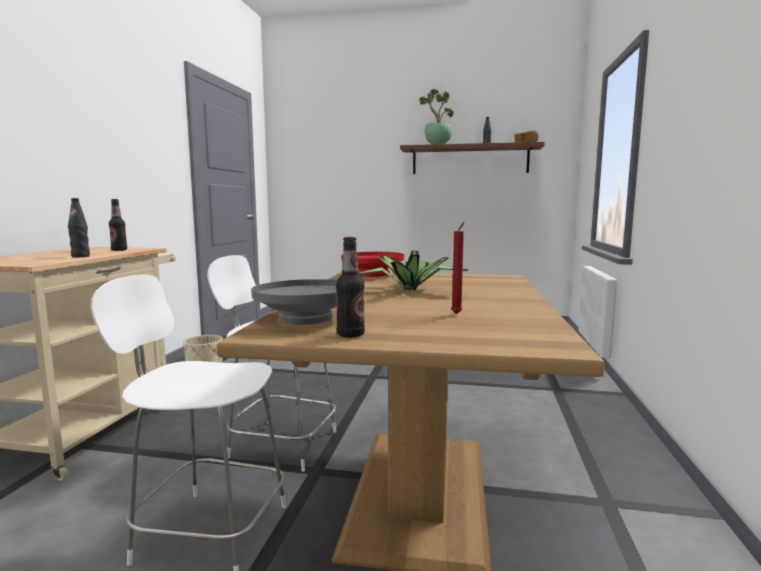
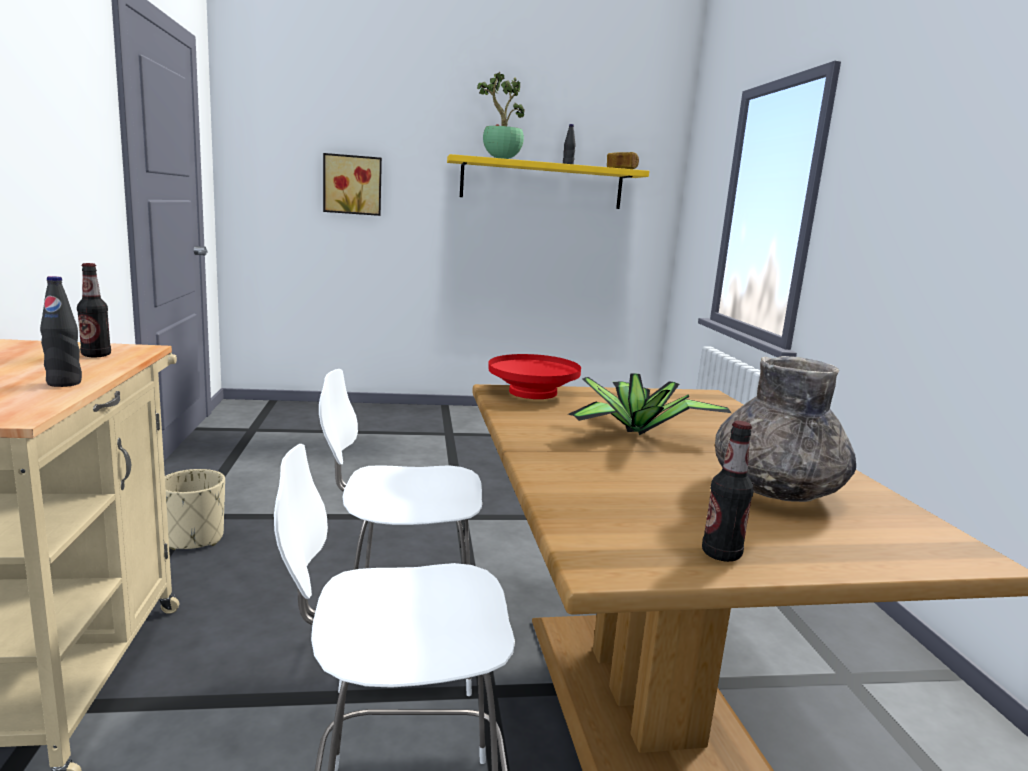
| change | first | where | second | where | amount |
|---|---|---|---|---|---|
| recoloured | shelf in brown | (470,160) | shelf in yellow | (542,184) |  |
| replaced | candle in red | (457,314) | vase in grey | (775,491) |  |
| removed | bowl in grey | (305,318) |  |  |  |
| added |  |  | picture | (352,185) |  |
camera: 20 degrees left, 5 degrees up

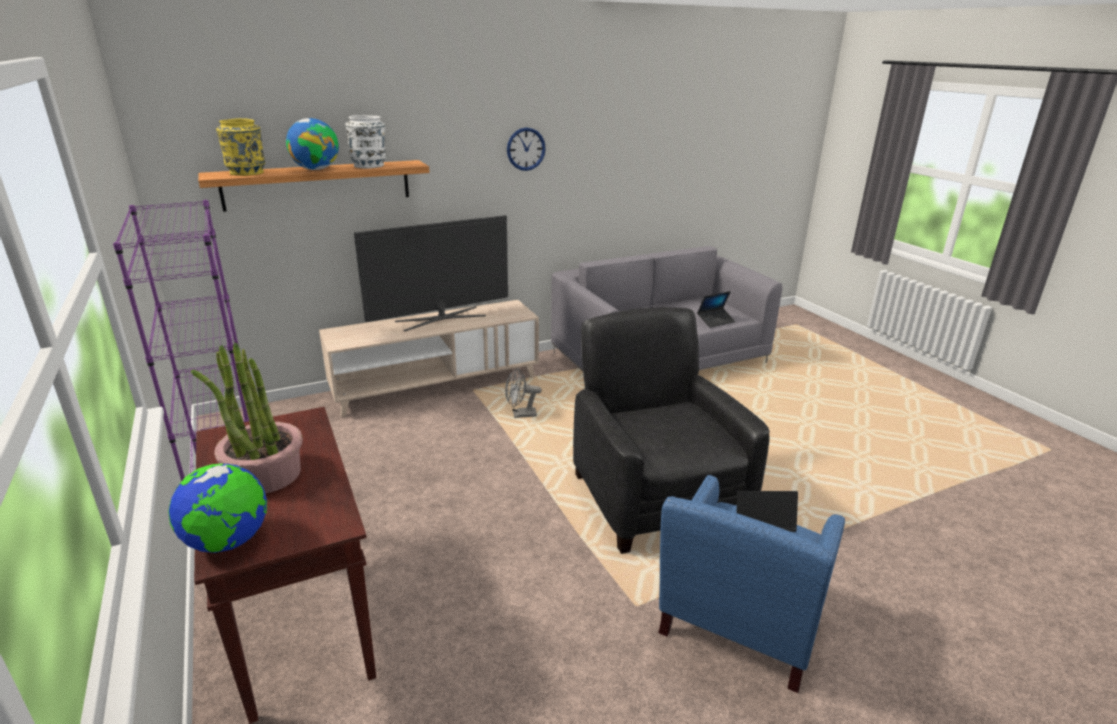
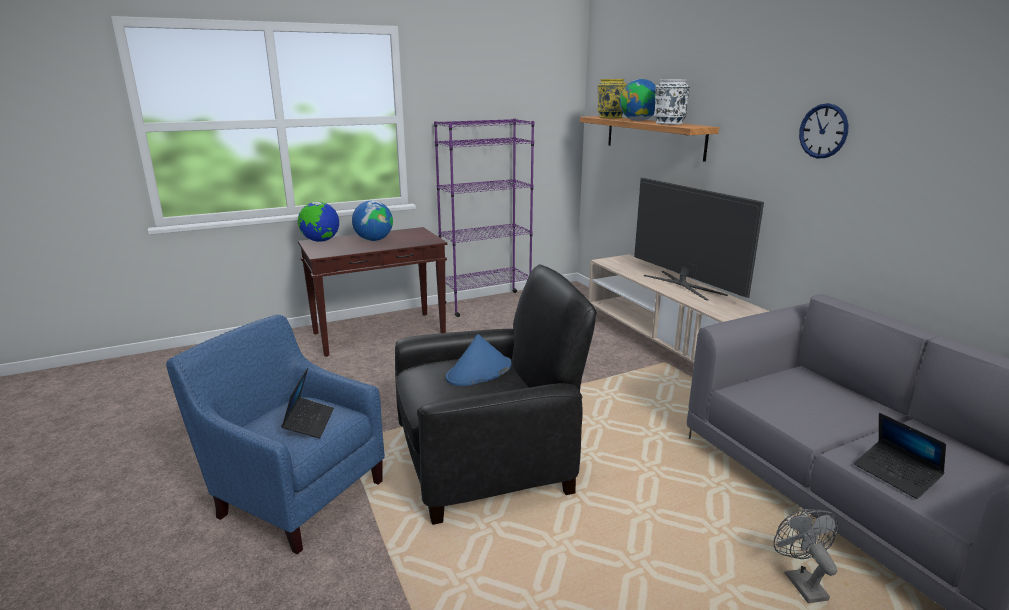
| change | first | where | second | where | amount |
|---|---|---|---|---|---|
| replaced | potted plant | (265,475) | globe | (373,240) |  |
| moved | fan in grey | (520,414) |  | (800,581) |  |
| added |  |  | hat in blue | (479,372) |  |
camera: 90 degrees right, 5 degrees down

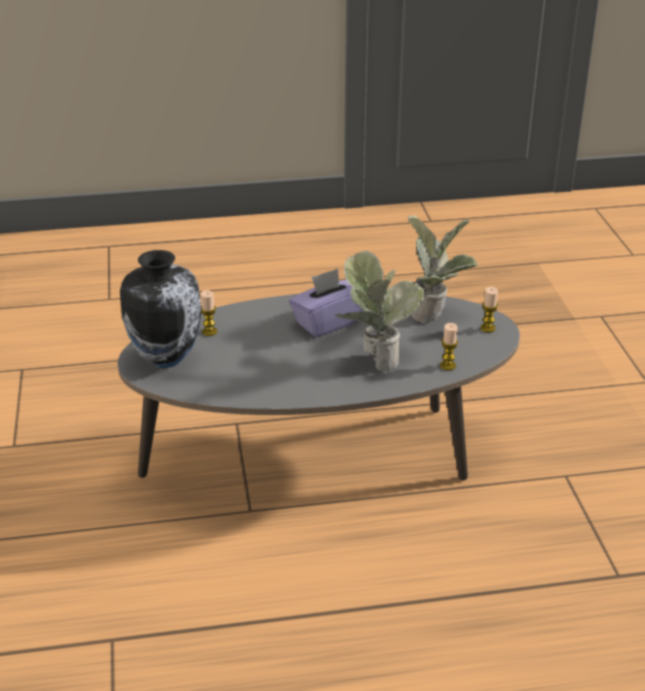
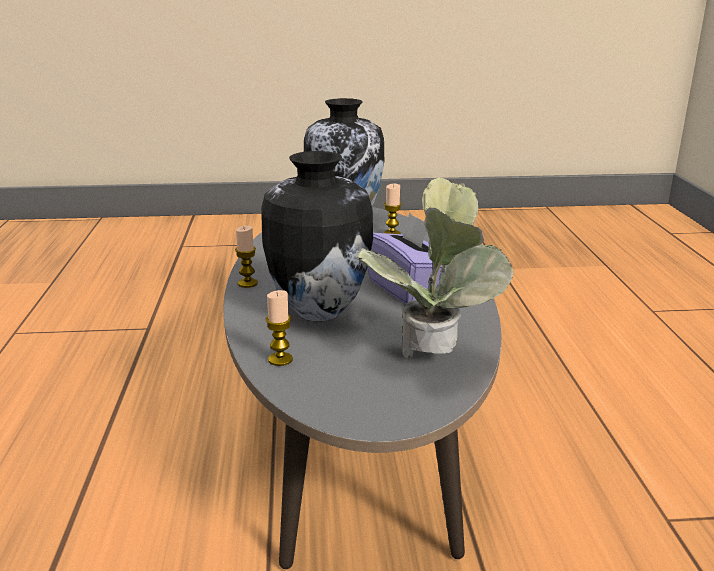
| change | first | where | second | where | amount |
|---|---|---|---|---|---|
| replaced | potted plant | (374,357) | vase | (317,311) |  |
| moved | candle | (487,328) |  | (247,283) |  |
camera: 95 degrees right, 10 degrees down

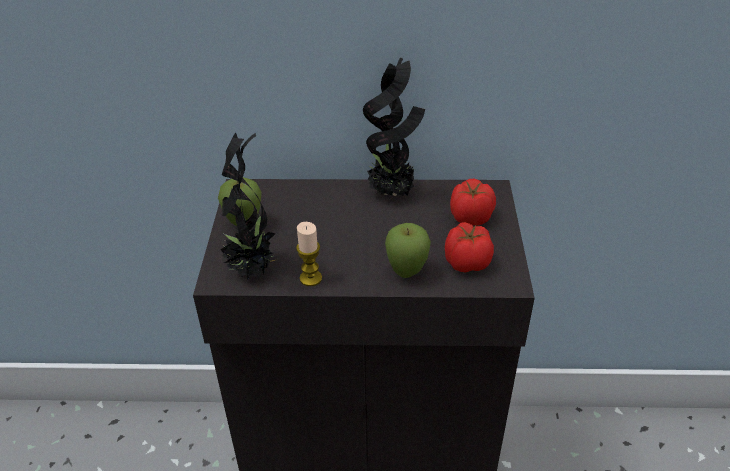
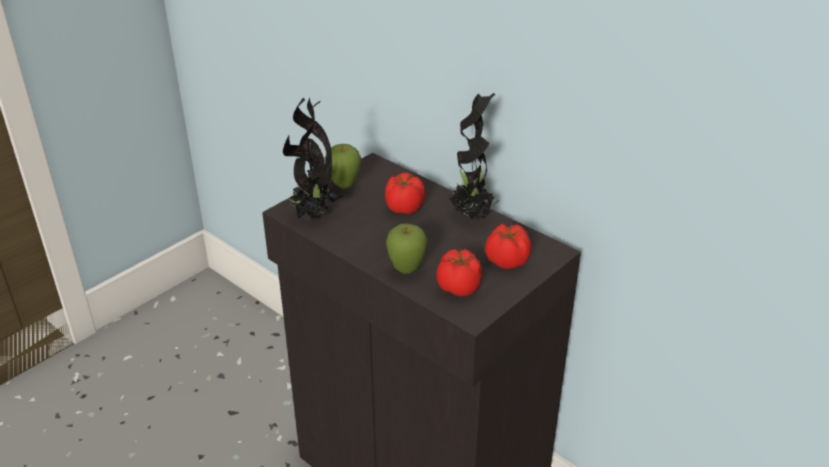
| change | first | where | second | where | amount |
|---|---|---|---|---|---|
| removed | candle | (310,278) |  |  |  |
| added |  |  | tomato | (403,208) |  |
camera: 40 degrees right, 5 degrees down

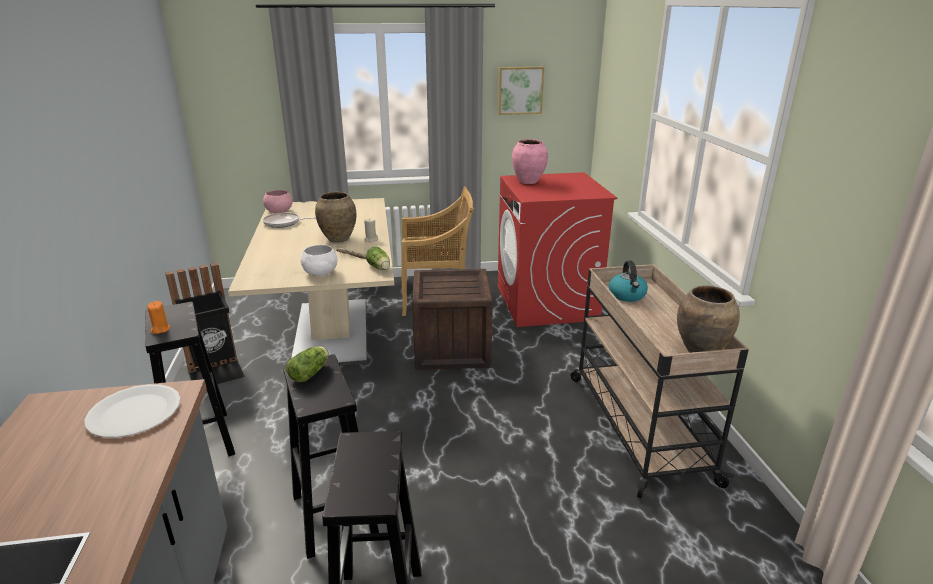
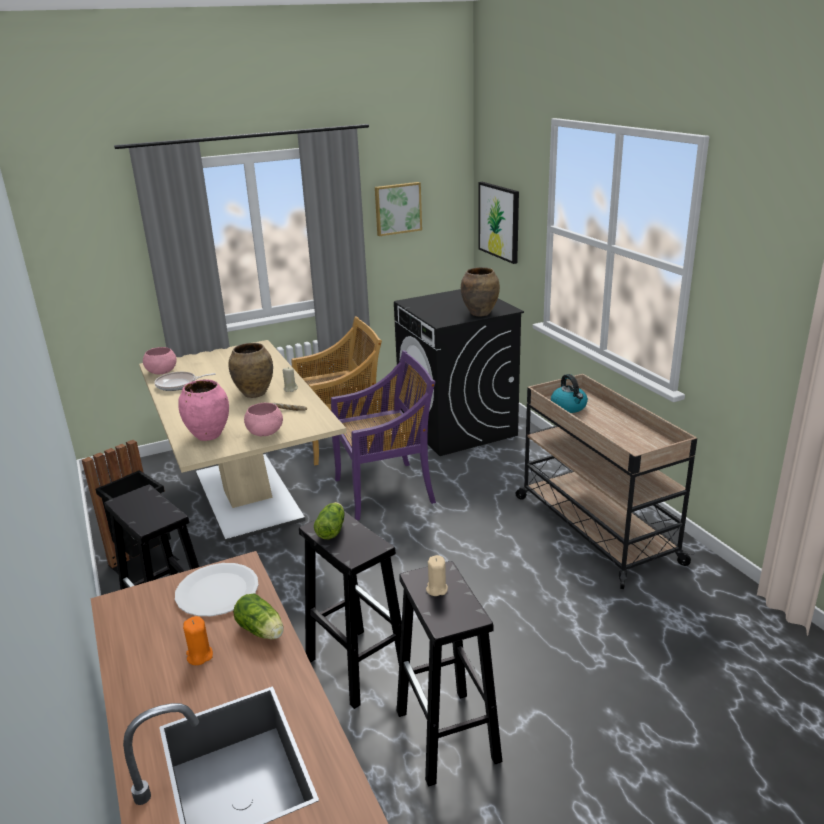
| change | first | where | second | where | amount |
|---|---|---|---|---|---|
| moved | vase in pink | (528,182) |  | (208,435) |  |
| recoloured | washing machine in red | (546,303) | washing machine in black | (457,427) |  |
| recoloured | bowl in white | (320,273) | bowl in pink | (264,433) |  |
| moved | lettuce | (379,268) |  | (262,631) |  |
| replaced | crate | (452,349) | chair in purple | (386,490) |  |
| moved | vase in brown | (701,351) |  | (480,313) |  |
| moved | candle in orange | (160,329) |  | (199,655) |  |
| added |  |  | picture | (499,221) |  |
| added |  |  | candle in beige | (436,589) |  |
camera: 15 degrees left, 0 degrees up

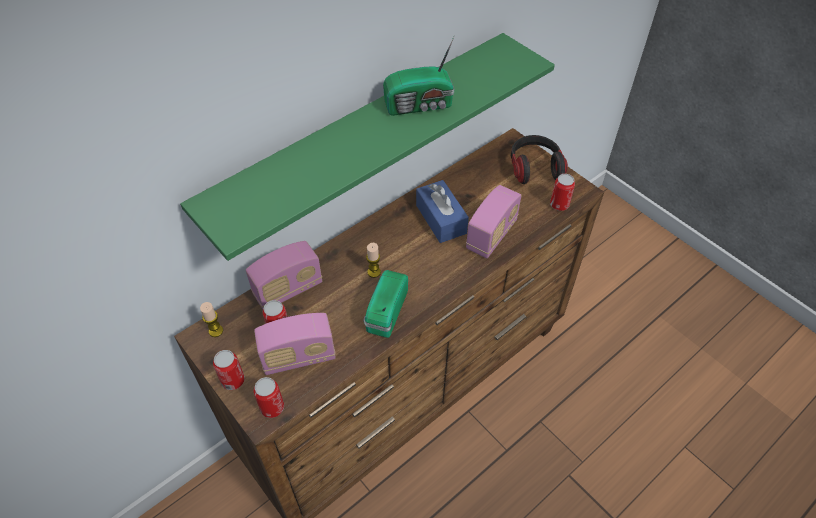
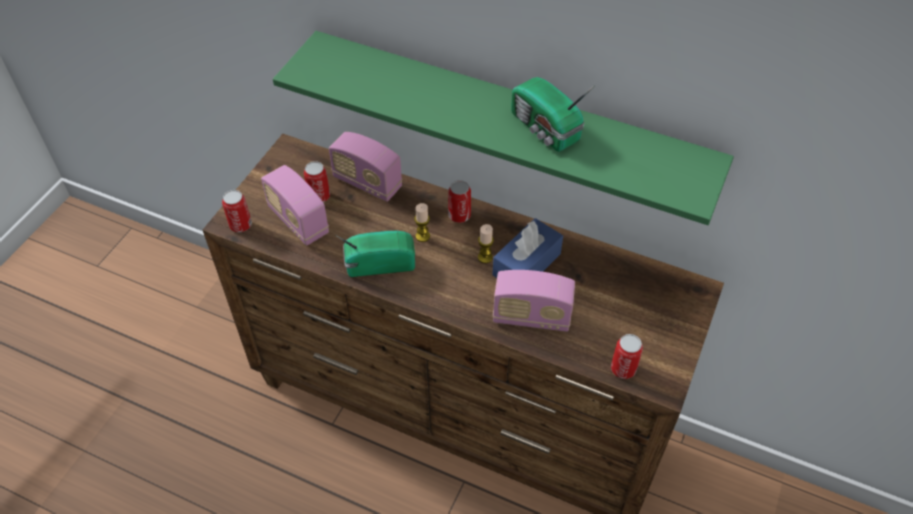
| change | first | where | second | where | amount |
|---|---|---|---|---|---|
| removed | headphones | (534,168) |  |  |  |
| moved | candle | (216,331) |  | (485,257) |  |
| moved | can | (233,380) |  | (459,215) |  |
camera: 65 degrees right, 0 degrees up

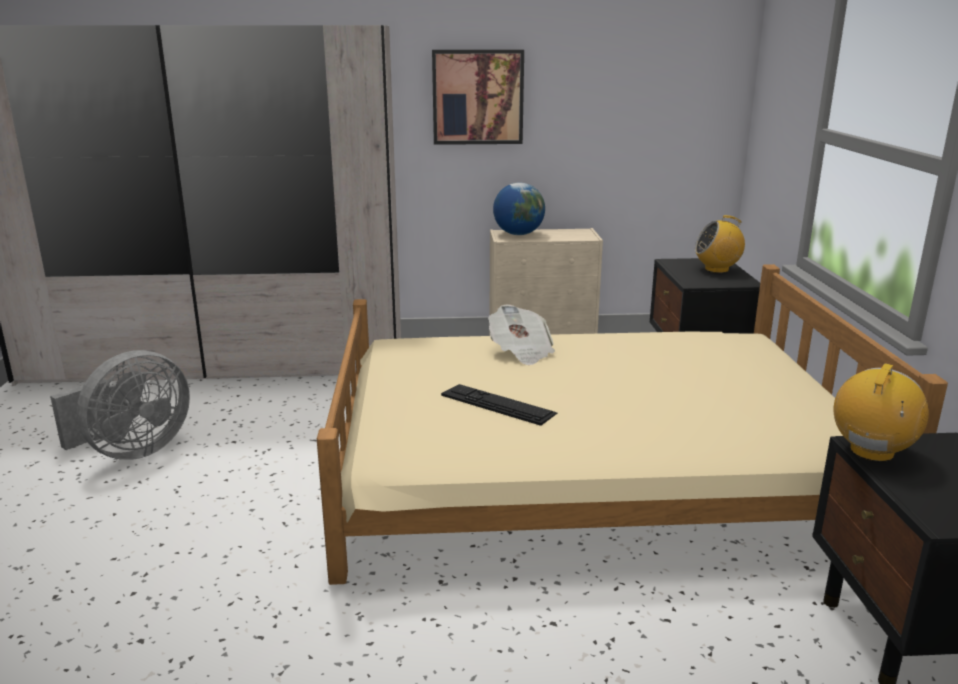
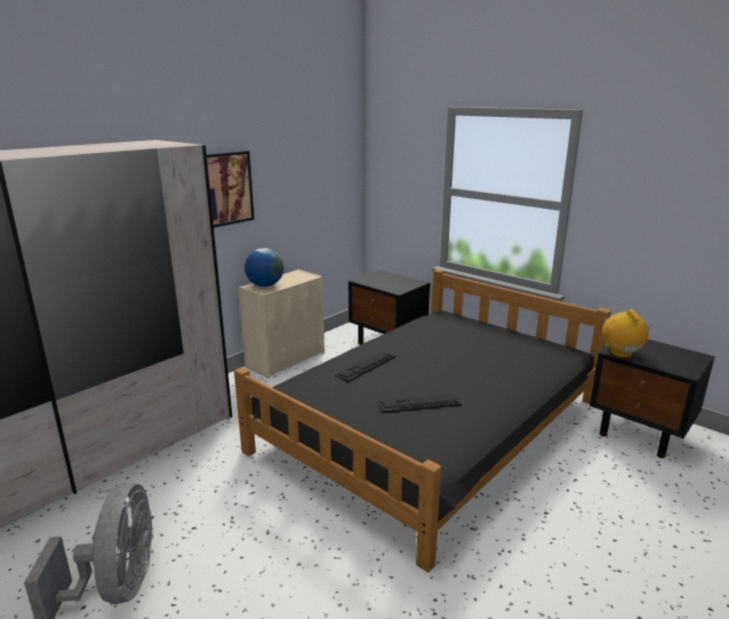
| change | first | where | second | where | amount |
|---|---|---|---|---|---|
| removed | radio | (717,269) |  |  |  |
| recoloured | bed in beige | (584,471) | bed in black | (431,426) |  |
| replaced | newspaper | (521,352) | keyboard | (366,366) |  |
camera: 45 degrees left, 0 degrees up

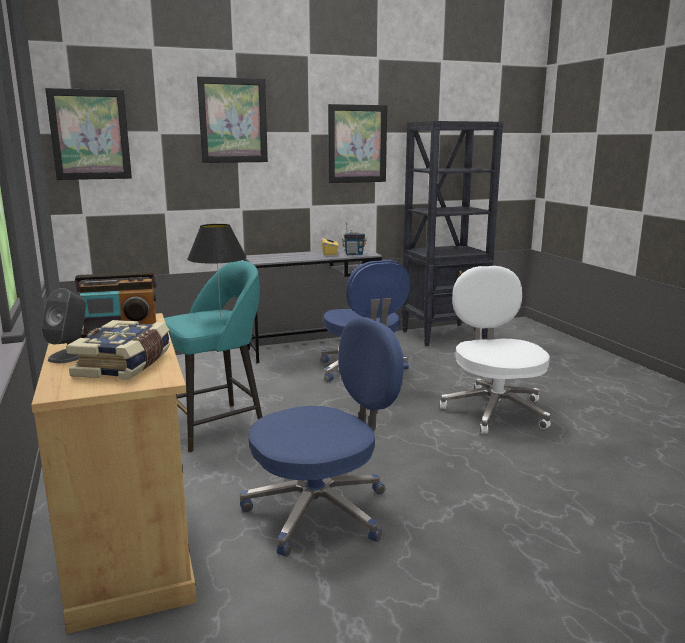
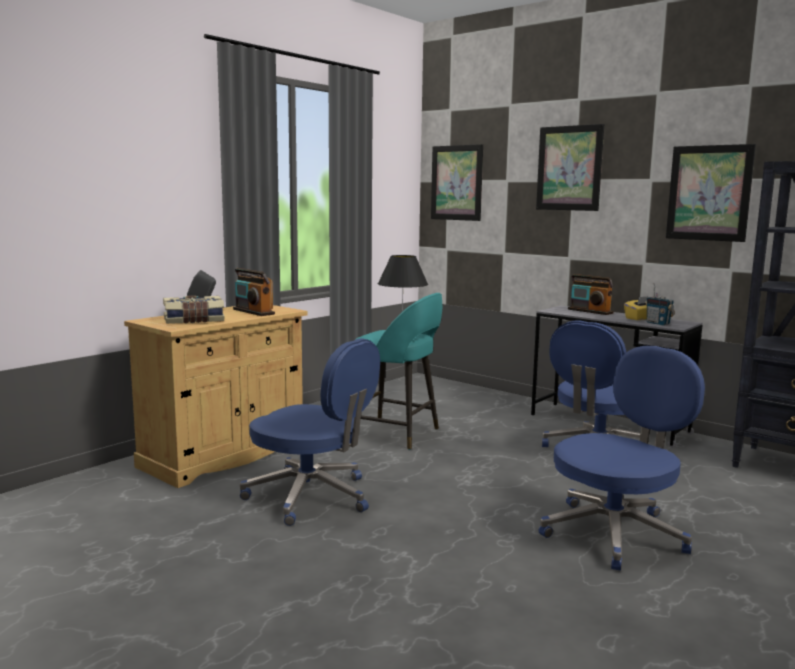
| change | first | where | second | where | amount |
|---|---|---|---|---|---|
| recoloured | office chair in white | (494,410) | office chair in blue | (615,533) |  |
| added |  |  | radio | (590,311) |  |
camera: 60 degrees right, 5 degrees down

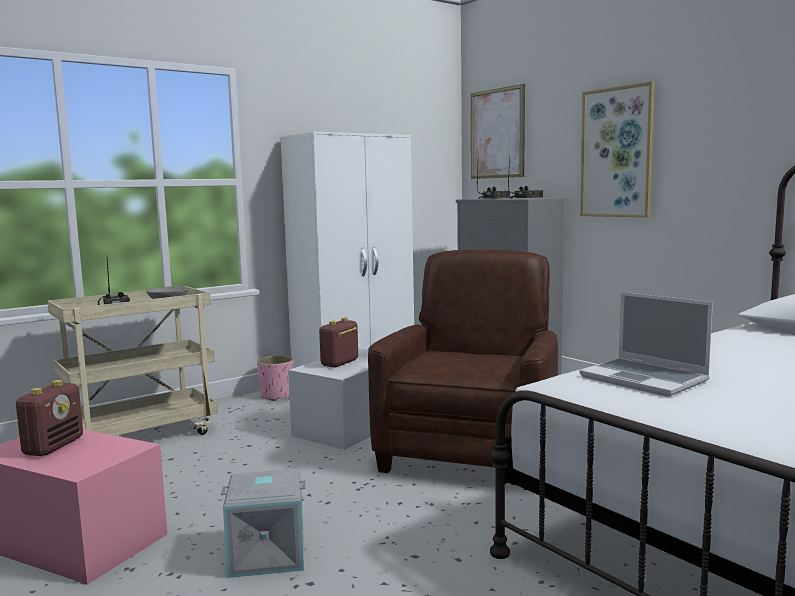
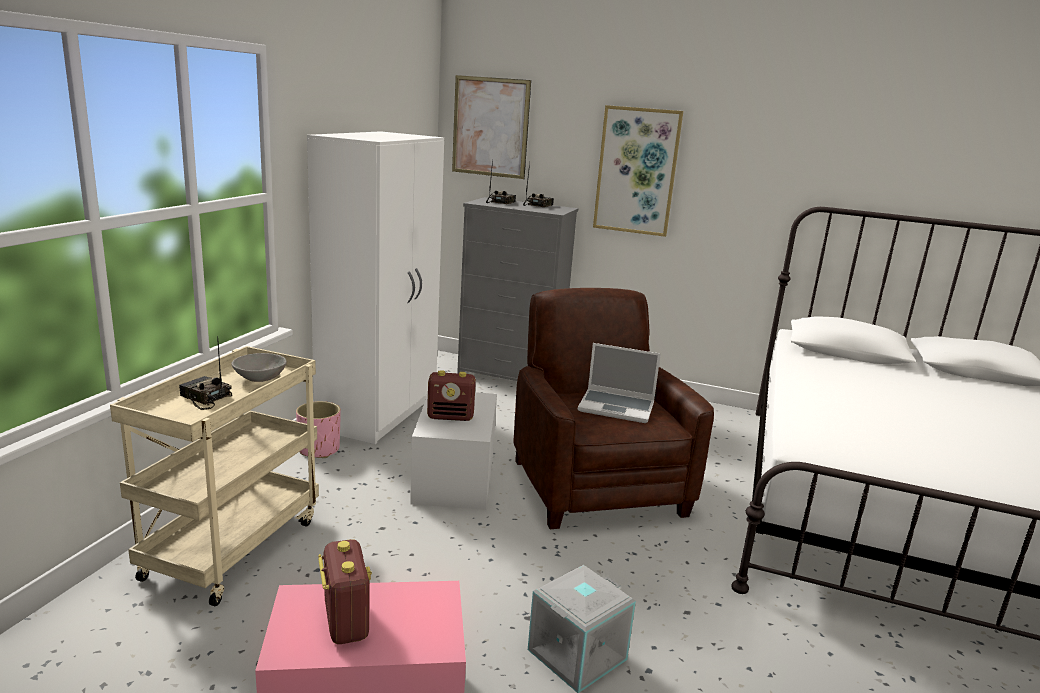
| change | first | where | second | where | amount |
|---|---|---|---|---|---|
| moved | laptop | (645,379) |  | (617,407) |  |
| turned | radio | (339,363) |  | (451,417) | 90 degrees counterclockwise |
camera: 35 degrees left, 10 degrees up

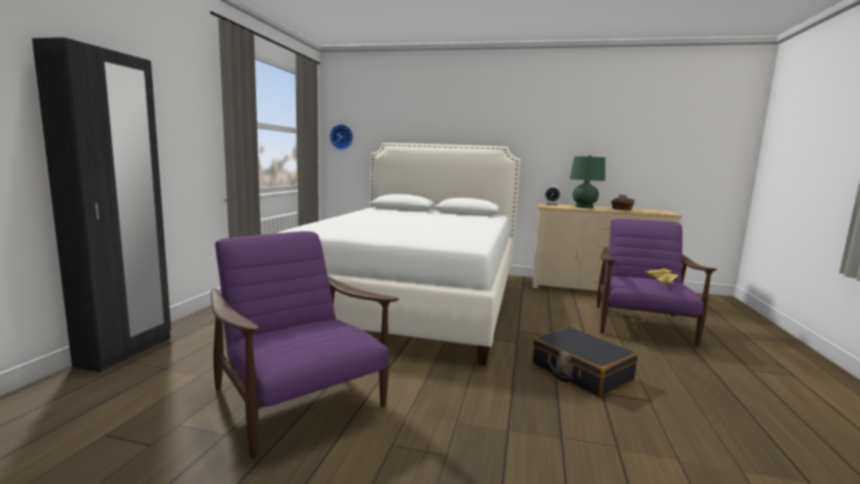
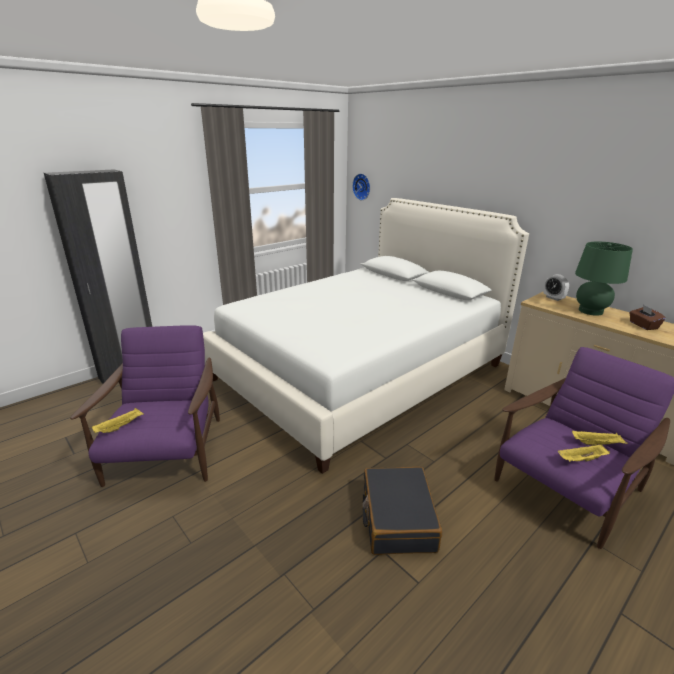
| change | first | where | second | where | amount |
|---|---|---|---|---|---|
| added |  |  | tray in yellow | (120,427) |  |
camera: 35 degrees right, 15 degrees up

